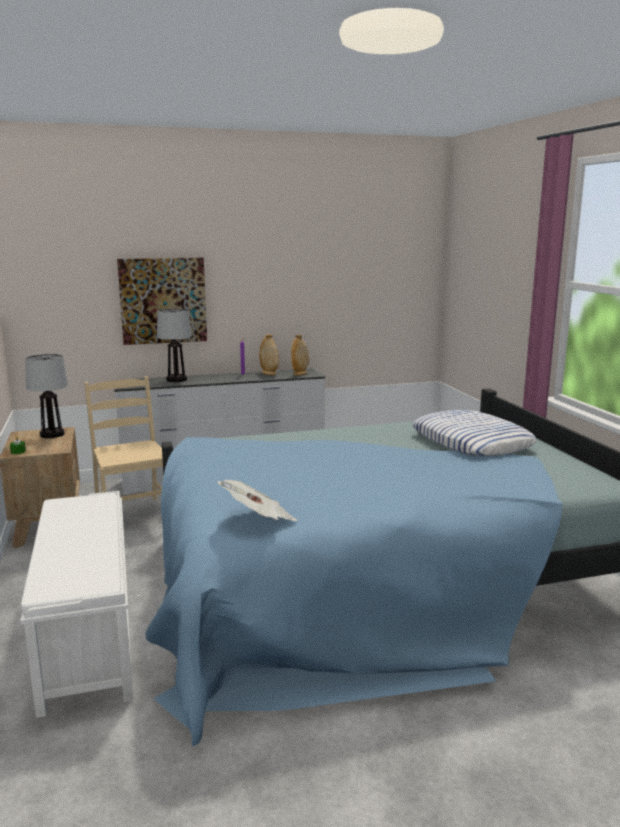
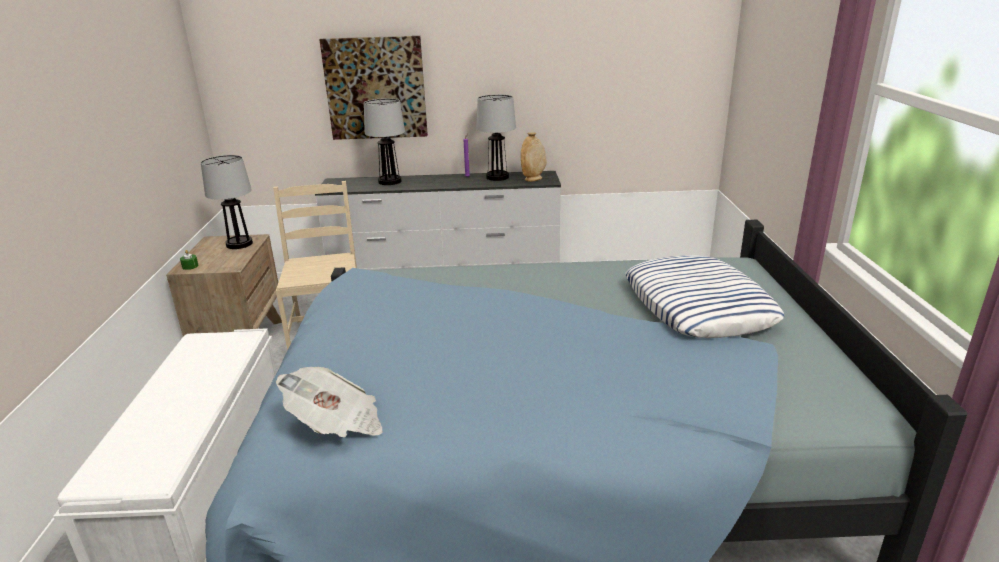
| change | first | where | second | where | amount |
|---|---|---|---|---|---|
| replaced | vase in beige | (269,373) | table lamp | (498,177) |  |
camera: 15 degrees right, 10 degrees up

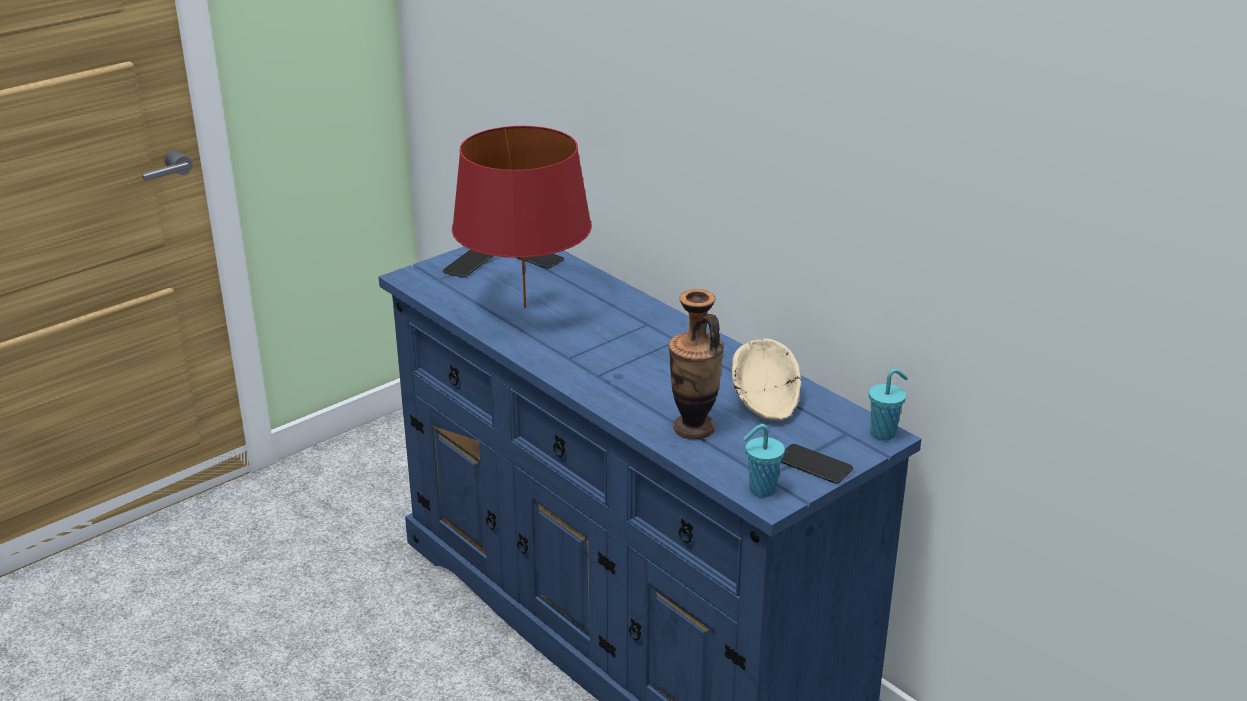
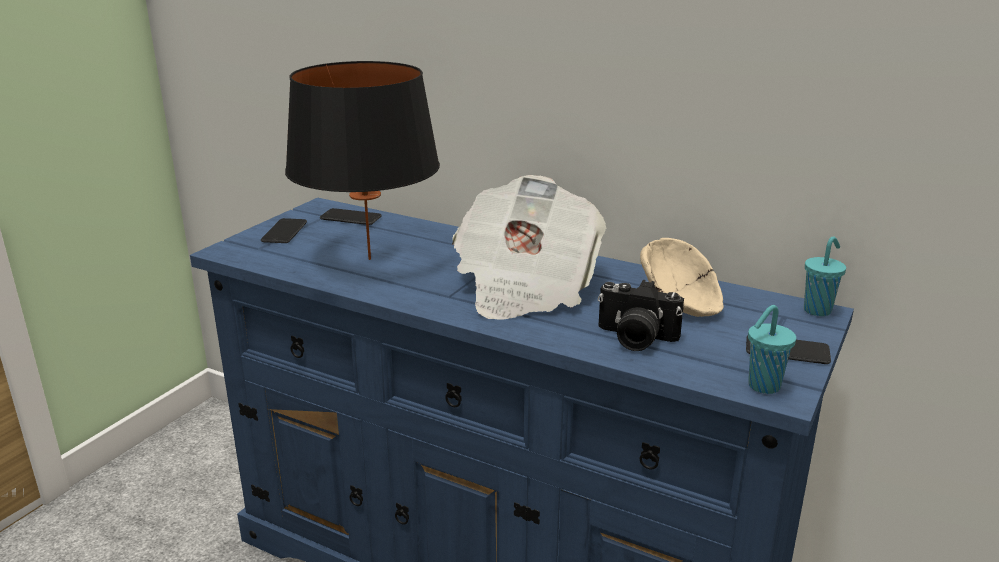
| change | first | where | second | where | amount |
|---|---|---|---|---|---|
| recoloured | table lamp in red | (525,307) | table lamp in black | (369,259) |  |
| replaced | vase | (693,428) | photo camera | (635,338) |  |
| added |  |  | newspaper | (524,286) |  |
camera: 20 degrees left, 5 degrees down

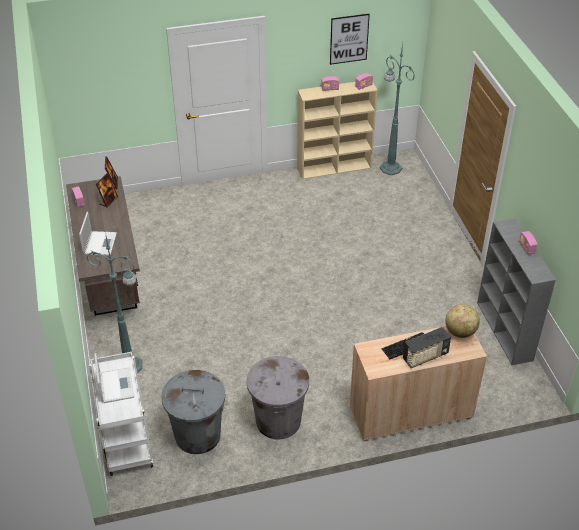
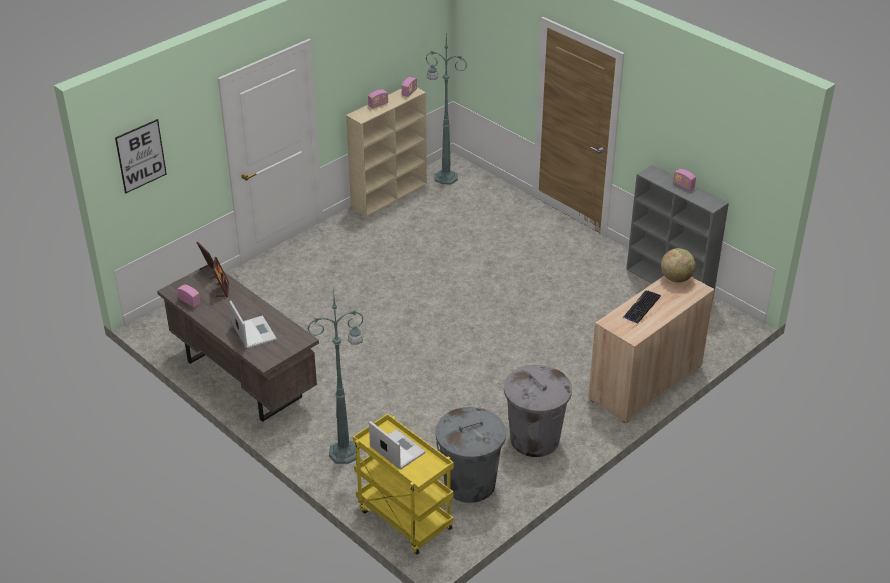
| change | first | where | second | where | amount |
|---|---|---|---|---|---|
| moved | picture | (349,39) |  | (141,156) |  |
| removed | radio | (425,357) |  |  |  |
| recoloured | cart in white | (125,441) | cart in yellow | (403,519) |  |
camera: 30 degrees left, 5 degrees down

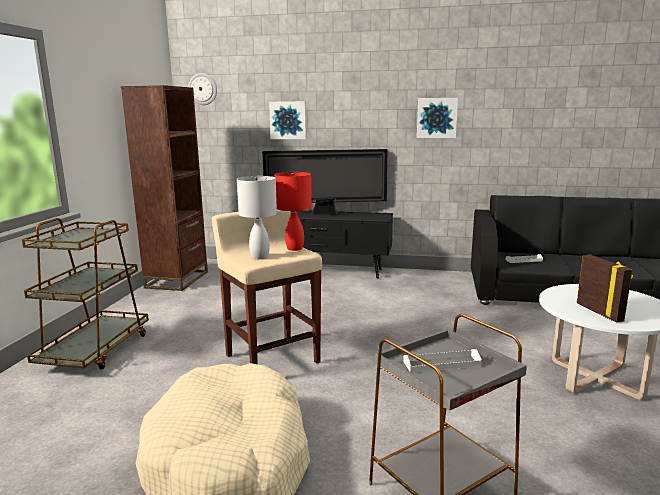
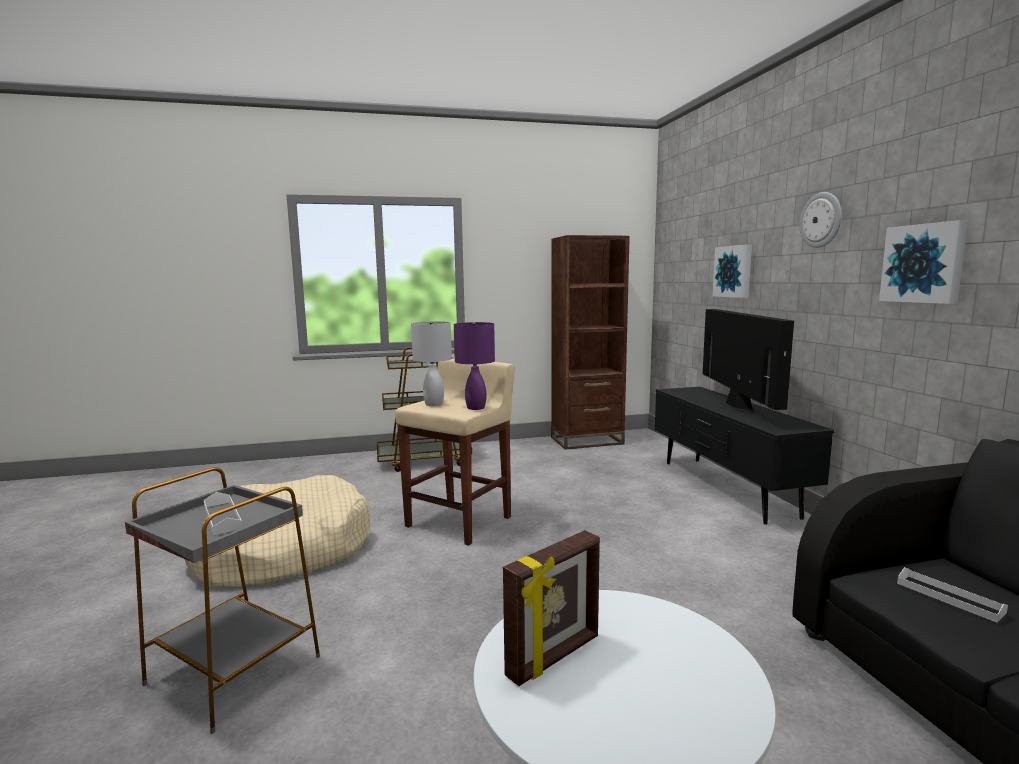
| change | first | where | second | where | amount |
|---|---|---|---|---|---|
| moved | wall clock | (203,89) |  | (821,220) |  |
| turned | television | (326,213) |  | (738,406) | 150 degrees counterclockwise |
| recoloured | table lamp in red | (295,248) | table lamp in purple | (476,408) |  |
camera: 65 degrees right, 5 degrees down

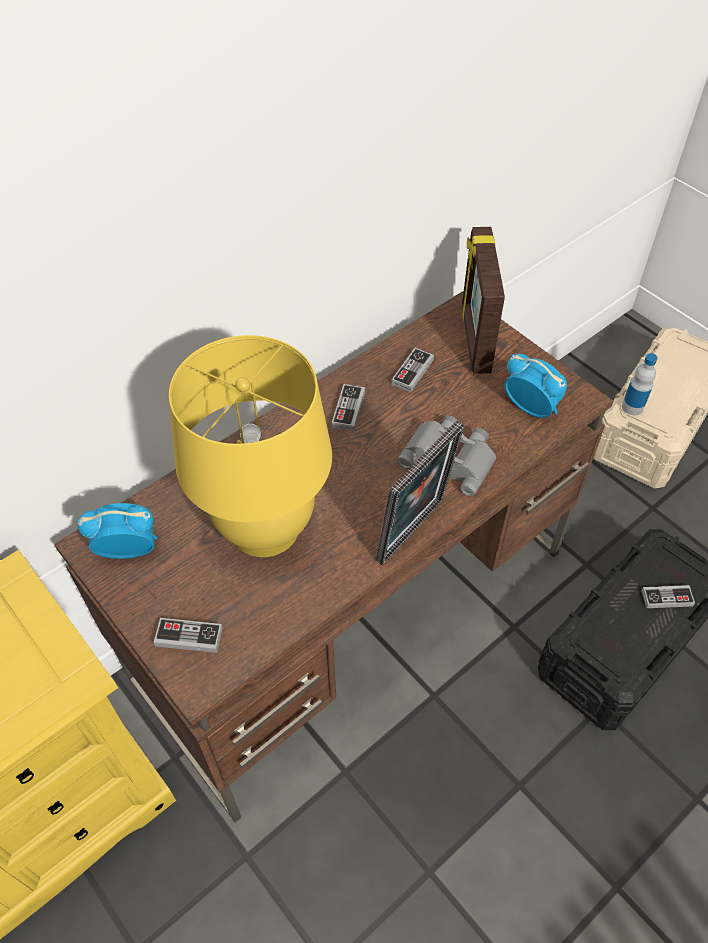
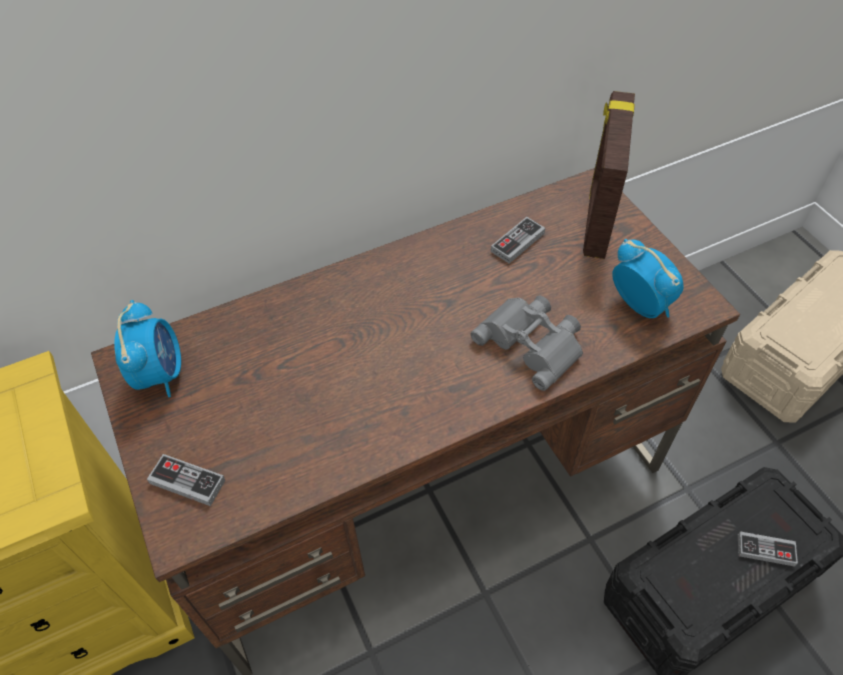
| change | first | where | second | where | amount |
|---|---|---|---|---|---|
| removed | table lamp in yellow | (265,527) |  |  |  |
| removed | bottle | (632,407) |  |  |  |
| removed | game controller | (348,409) |  |  |  |
| removed | picture frame | (414,533) |  |  |  |
| turned | alarm clock | (129,549) |  | (160,373) | 75 degrees clockwise |
camera: 15 degrees right, 0 degrees up

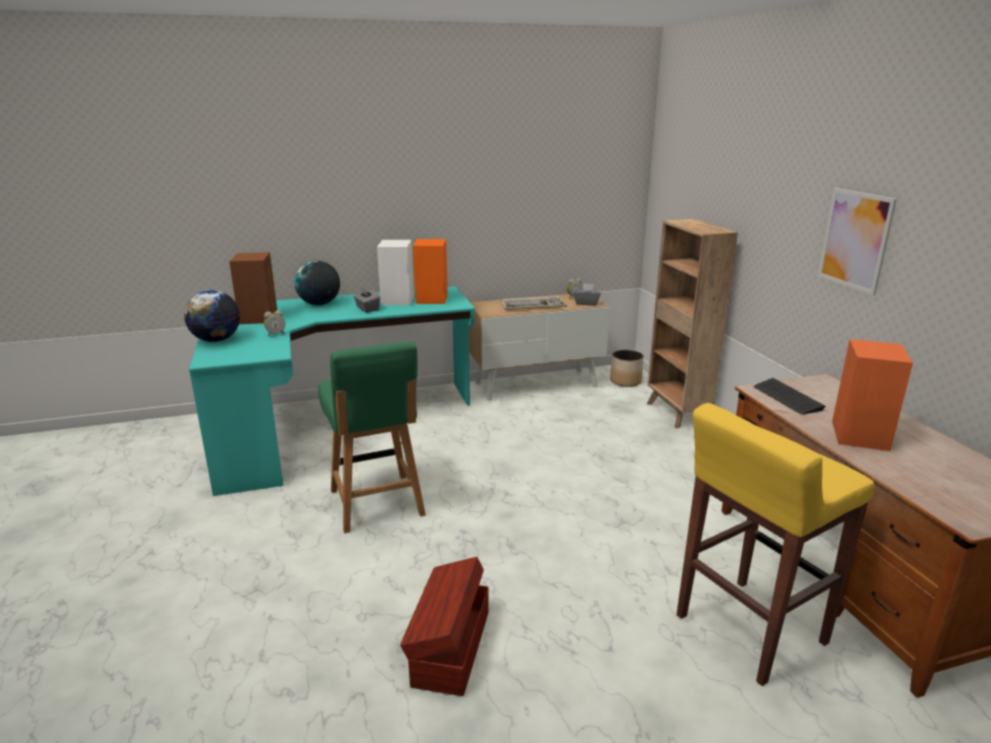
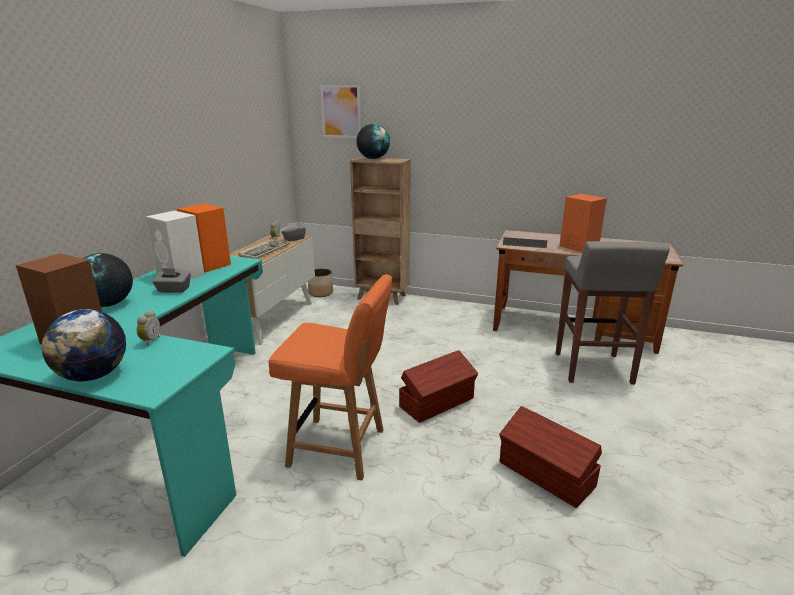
| change | first | where | second | where | amount |
|---|---|---|---|---|---|
| moved | picture | (855,240) |  | (341,111) |  |
| recoloured | chair in green | (377,504) | chair in orange | (339,448) |  |
| recoloured | stool in yellow | (748,630) | stool in grey | (593,369) |  |
| added |  |  | globe | (373,158) |  |
| added |  |  | storage box in brown | (438,403) |  |
camera: 55 degrees left, 0 degrees up

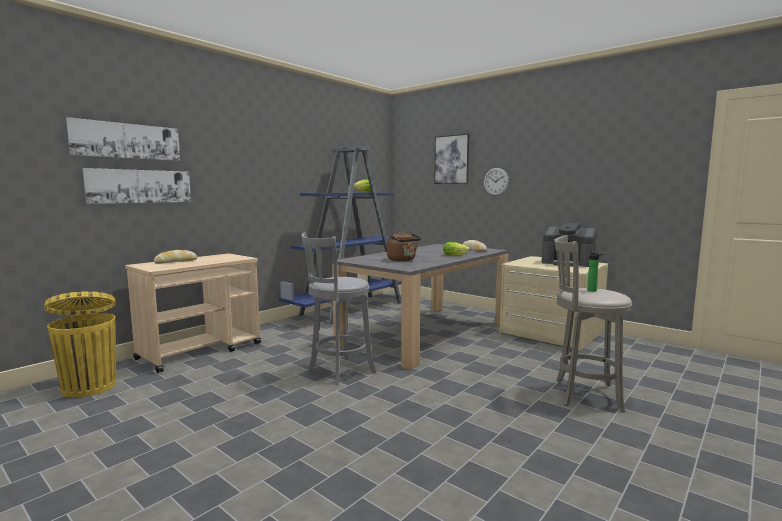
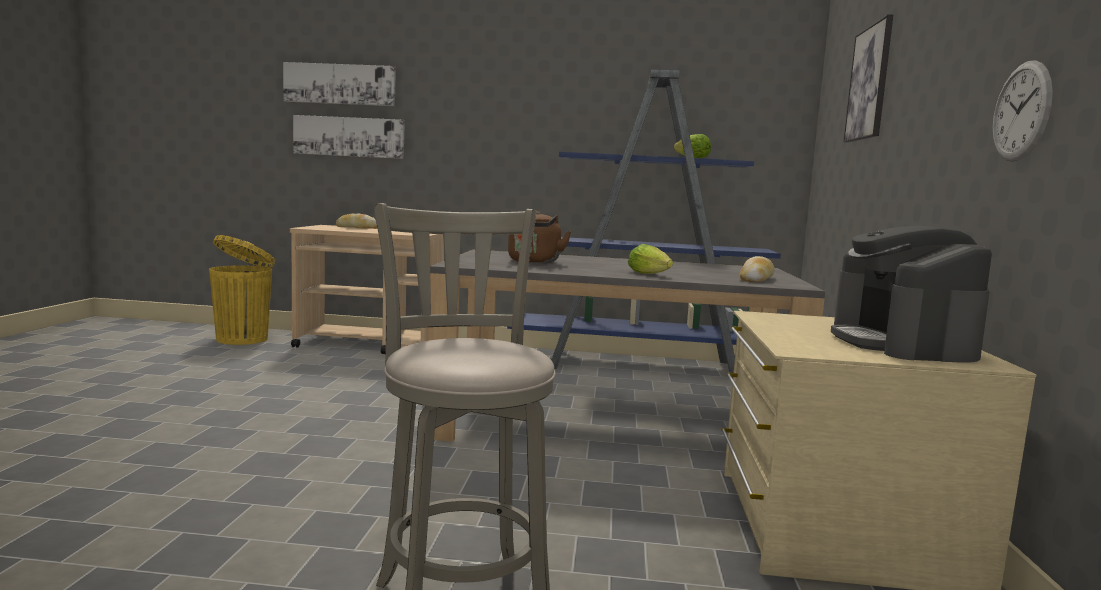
| change | first | where | second | where | amount |
|---|---|---|---|---|---|
| moved | wall clock | (496,181) |  | (1021,111) |  |
| removed | stool in grey | (338,371) |  |  |  |
| removed | bottle | (593,291) |  |  |  |
camera: 55 degrees right, 0 degrees up

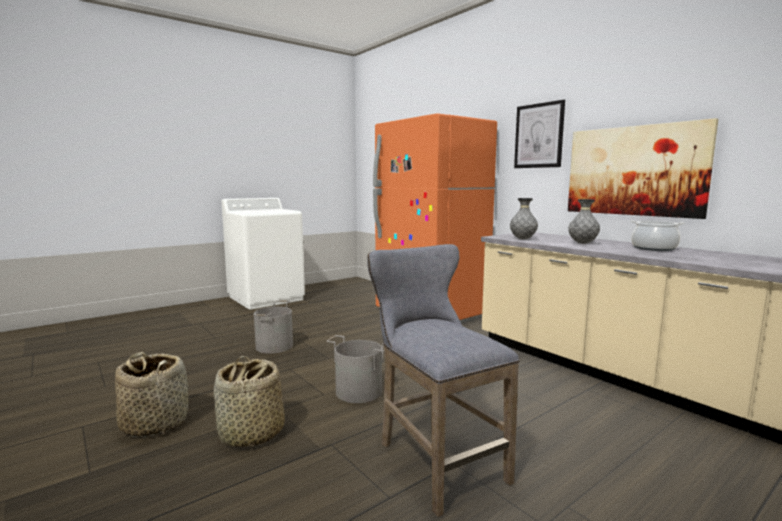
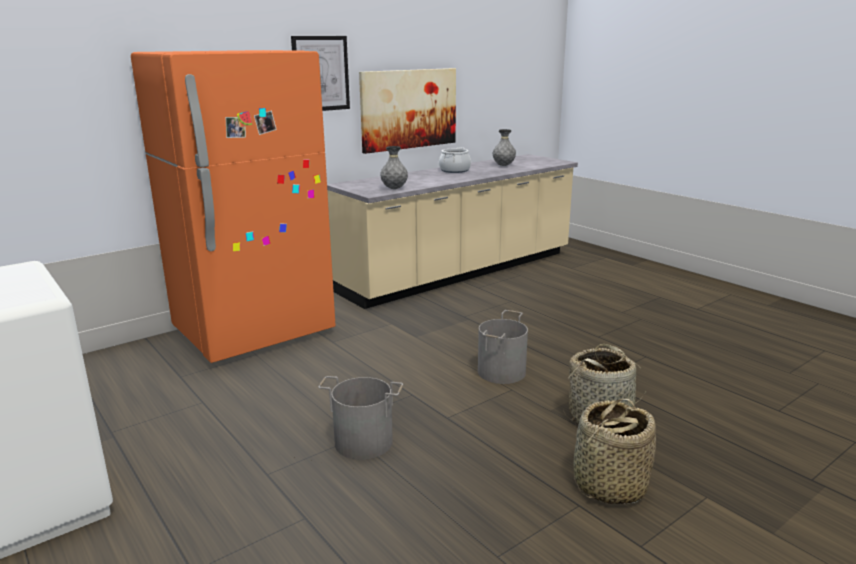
| change | first | where | second | where | amount |
|---|---|---|---|---|---|
| moved | vase in grey | (582,243) |  | (503,165) |  |
| removed | stool in grey | (435,459) |  |  |  |
camera: 90 degrees left, 10 degrees up

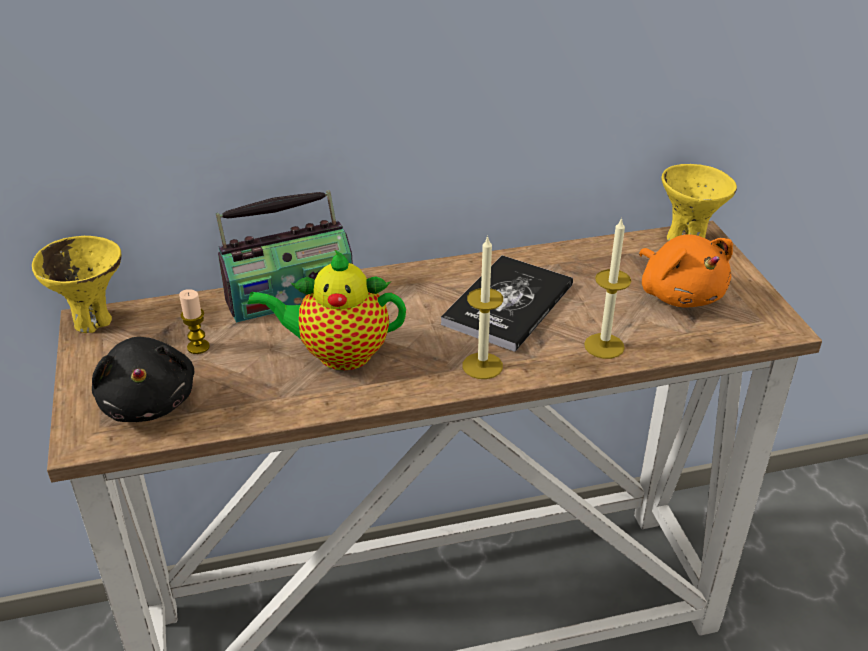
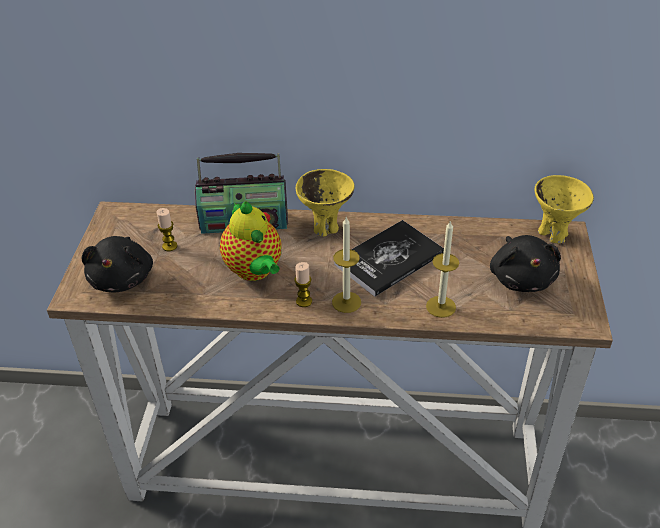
| change | first | where | second | where | amount |
|---|---|---|---|---|---|
| recoloured | plush toy in orange | (680,294) | plush toy in black | (521,278) |  |
| moved | bowl in yellow | (92,320) |  | (325,227) |  |
| turned | teapot | (338,354) |  | (255,271) | 135 degrees counterclockwise |
| added |  |  | candle | (304,301) |  |
camera: 20 degrees right, 5 degrees up

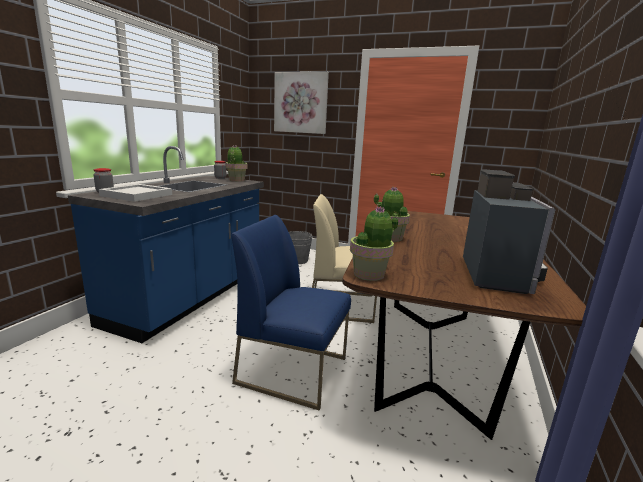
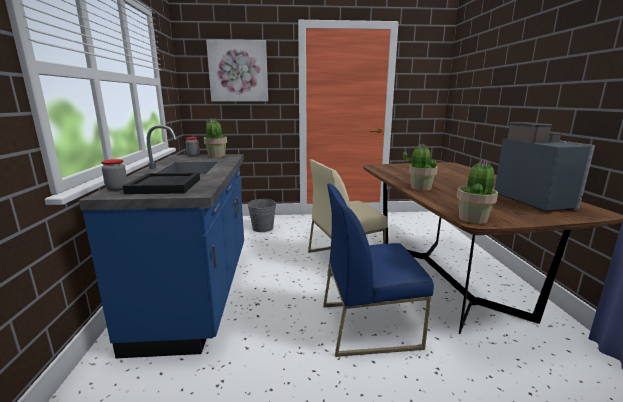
| change | first | where | second | where | amount |
|---|---|---|---|---|---|
| recoloured | tray in white | (135,195) | tray in black | (163,186) |  |
camera: 25 degrees left, 0 degrees up

